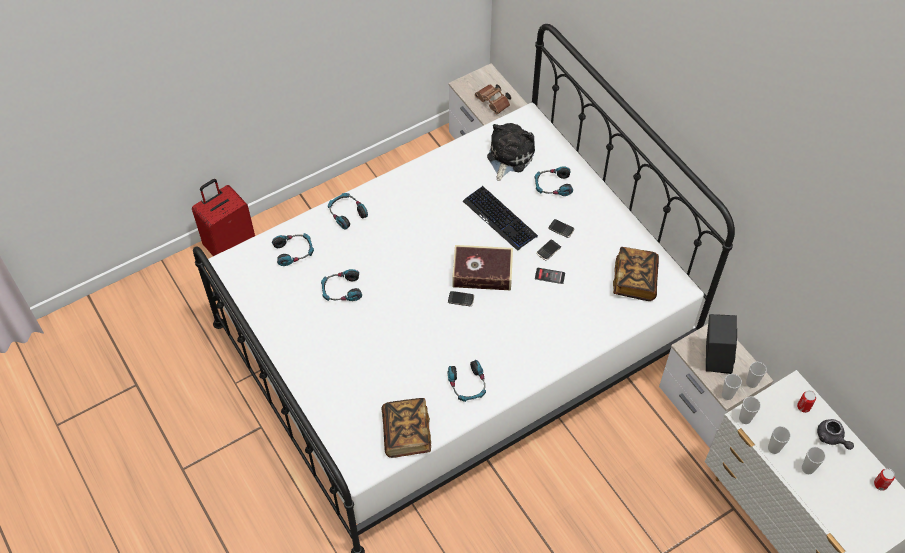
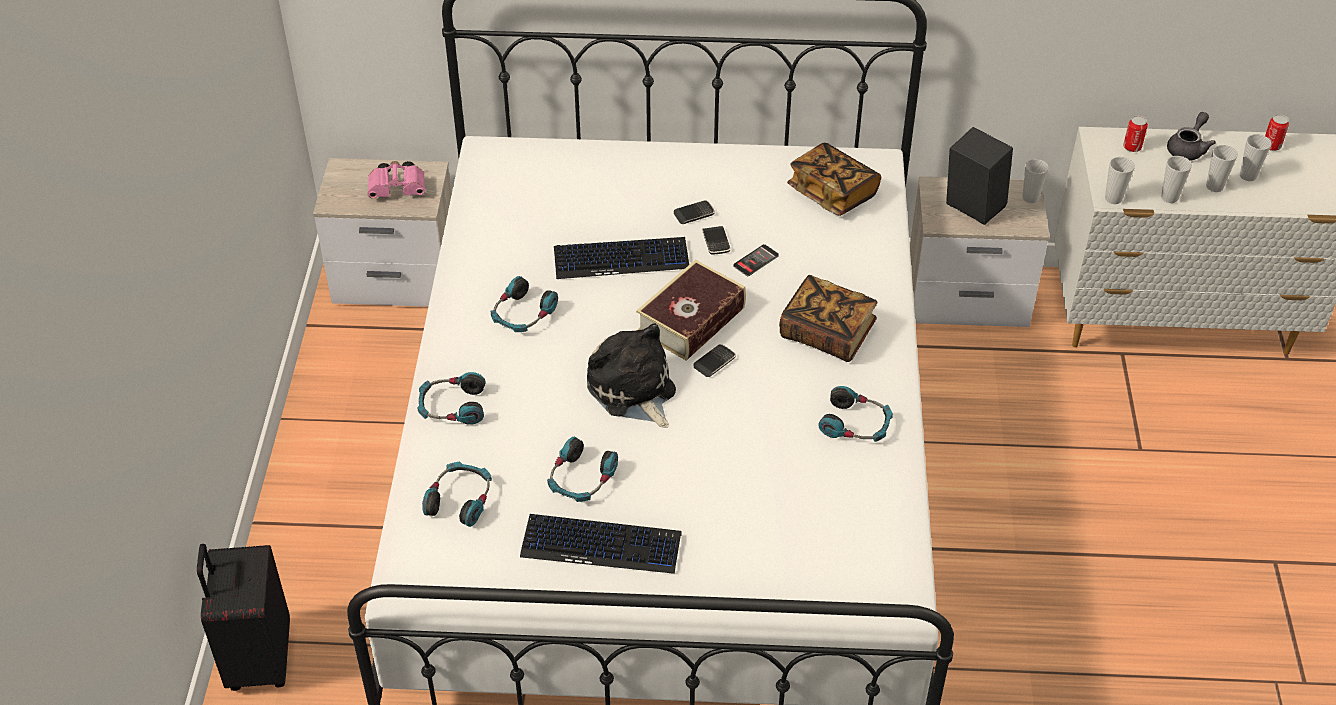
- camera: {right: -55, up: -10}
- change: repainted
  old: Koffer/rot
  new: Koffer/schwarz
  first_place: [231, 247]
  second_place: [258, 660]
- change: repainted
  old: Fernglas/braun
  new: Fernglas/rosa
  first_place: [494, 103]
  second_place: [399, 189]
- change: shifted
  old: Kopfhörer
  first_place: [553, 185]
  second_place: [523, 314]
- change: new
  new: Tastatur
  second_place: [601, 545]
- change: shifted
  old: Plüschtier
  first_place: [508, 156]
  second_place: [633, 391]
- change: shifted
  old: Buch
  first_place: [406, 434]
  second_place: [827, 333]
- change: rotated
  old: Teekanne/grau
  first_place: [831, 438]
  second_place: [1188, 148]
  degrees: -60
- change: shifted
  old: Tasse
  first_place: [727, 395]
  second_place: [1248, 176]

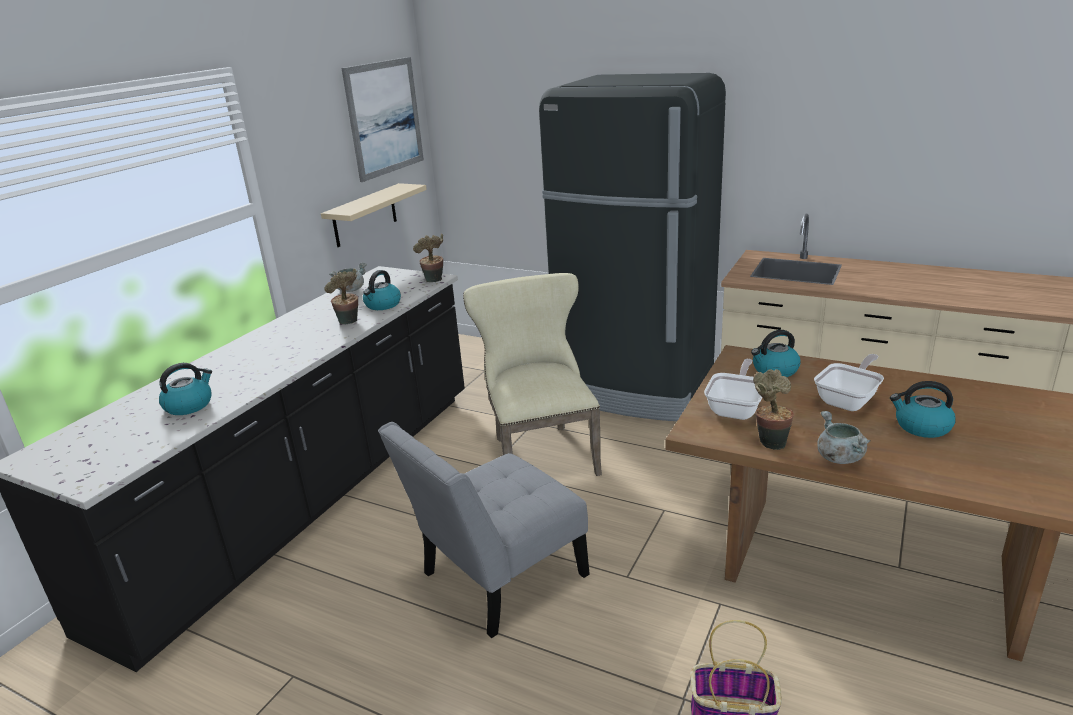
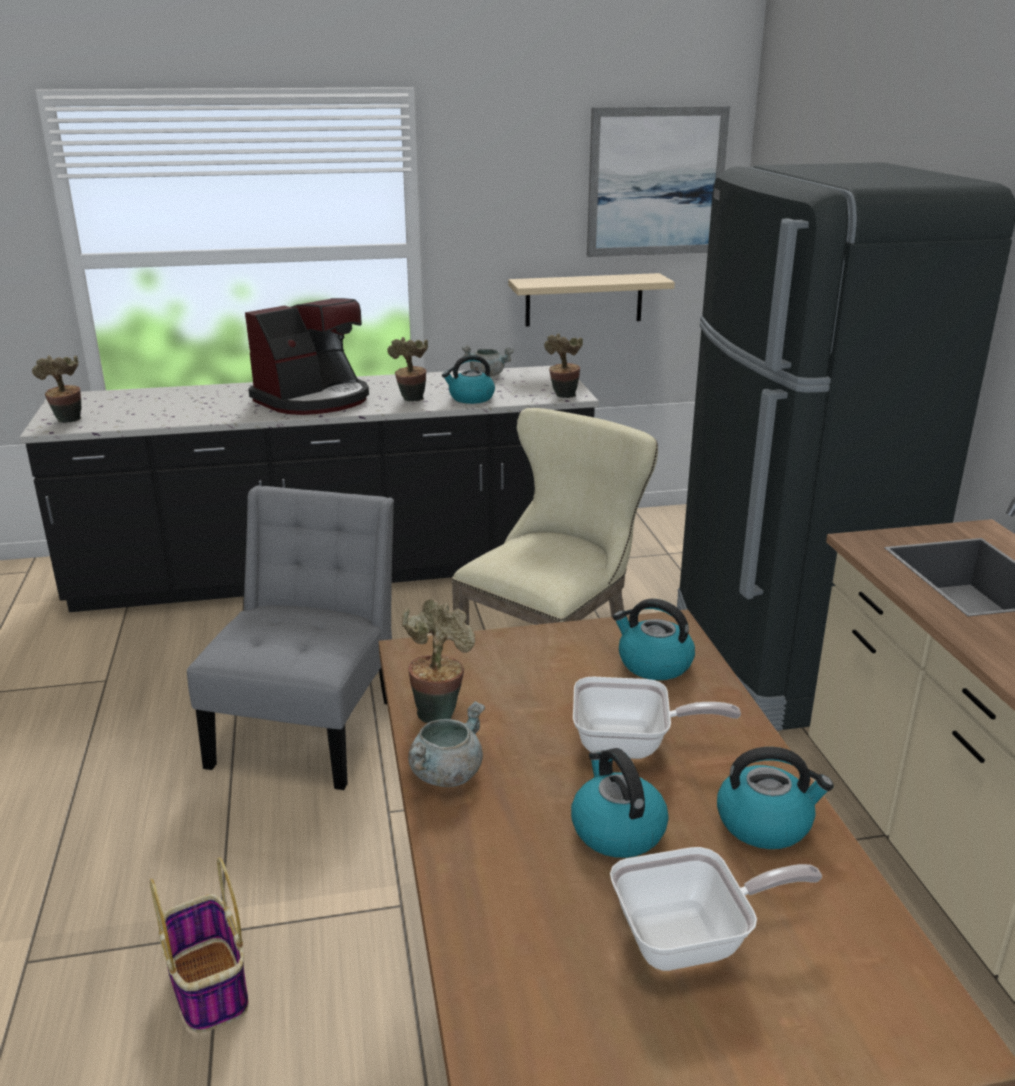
- camera: {right: 50, up: 0}
- change: new
  new: Topfpflanze
  second_place: [68, 422]
- change: rotated
  old: Stuhl/grau
  first_place: [497, 579]
  second_place: [310, 726]
  degrees: 90
- change: new
  new: Kaffeemaschine
  second_place: [314, 399]
- change: shifted
  old: Pfanne
  first_place: [736, 408]
  second_place: [693, 939]
- change: shifted
  old: Wasserkessel
  first_place: [189, 405]
  second_place: [765, 823]

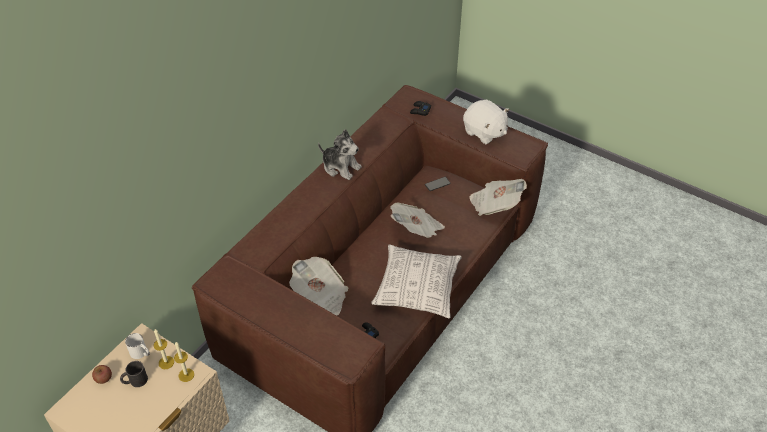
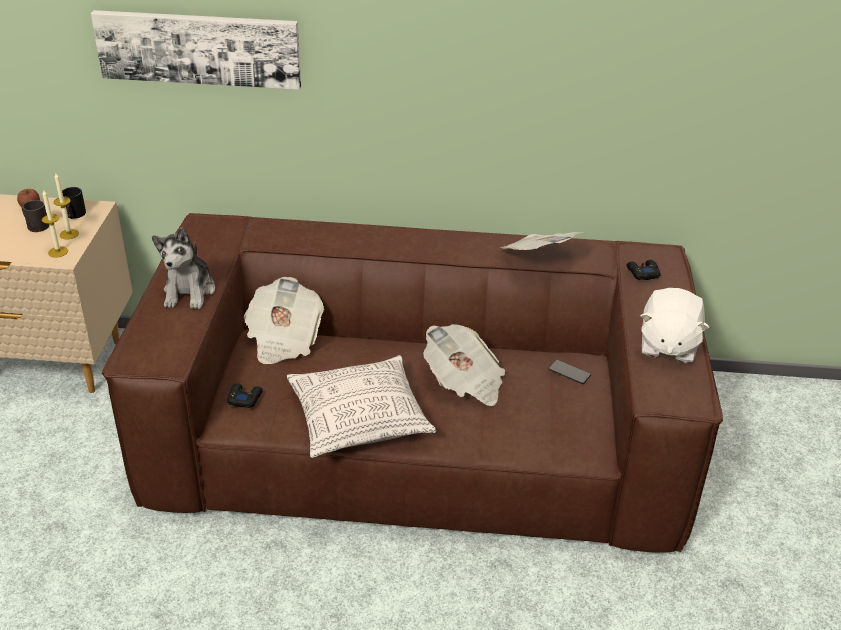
- camera: {right: 60, up: -10}
- change: repainted
  old: Henkelbecher/weiß
  new: Henkelbecher/schwarz
  first_place: [141, 353]
  second_place: [74, 215]
- change: new
  new: Bild
  second_place: [199, 48]
- change: shifted
  old: Plüschtier
  first_place: [340, 167]
  second_place: [189, 292]
- change: shifted
  old: Zeitung
  first_place: [495, 204]
  second_place: [538, 258]

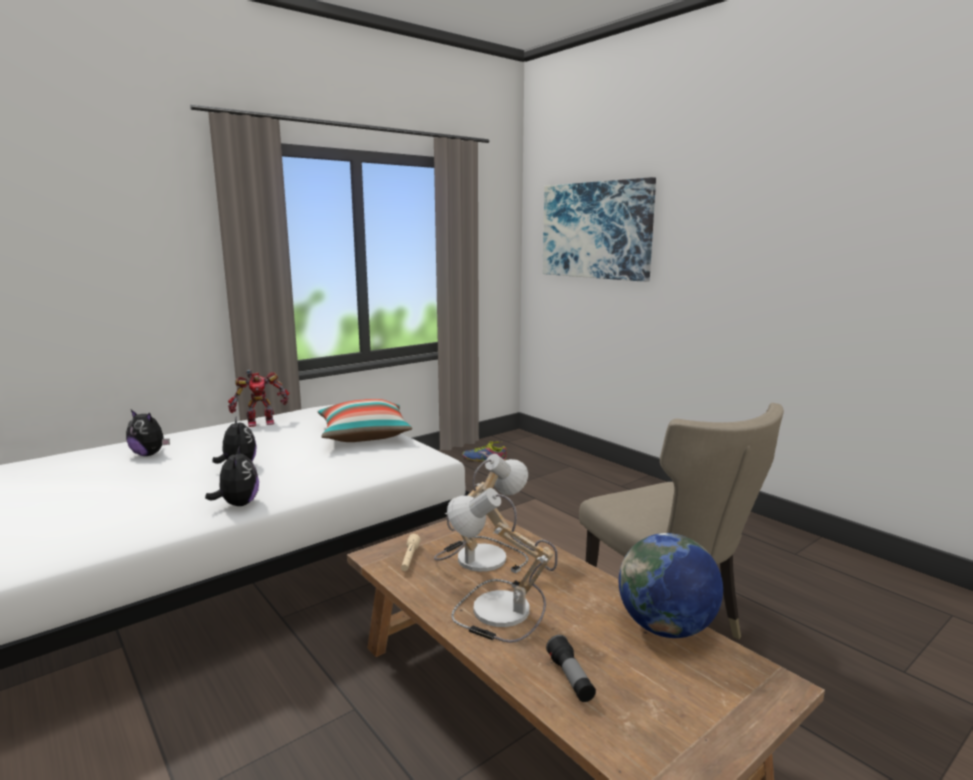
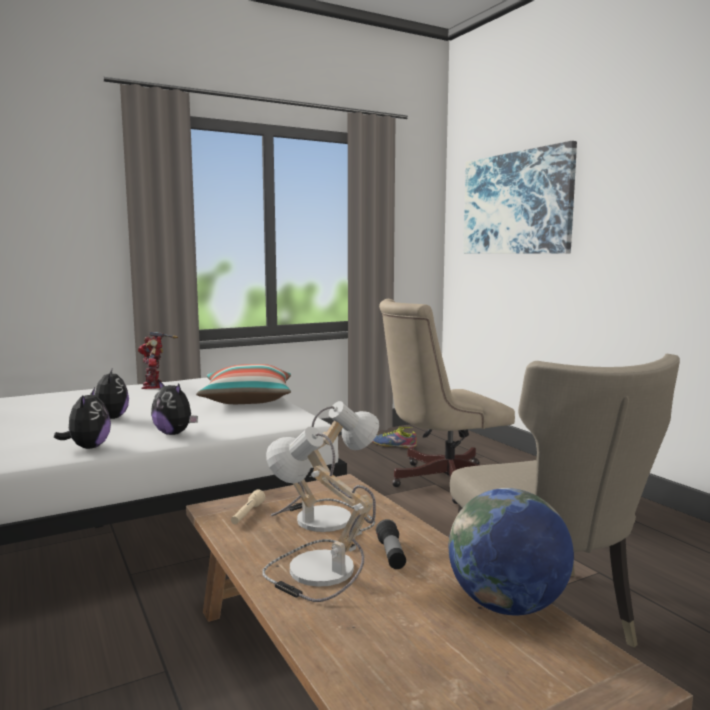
- camera: {right: 10, up: -5}
- change: rotated
  old: Spielzeugroboter
  first_place: [260, 422]
  second_place: [154, 386]
  degrees: 90
- change: shifted
  old: Plüschtier
  first_place: [149, 454]
  second_place: [174, 433]
- change: shifted
  old: Taschenlampe
  first_place: [570, 678]
  second_place: [391, 554]
- change: new
  new: Bürostuhl/beige
  second_place: [440, 481]

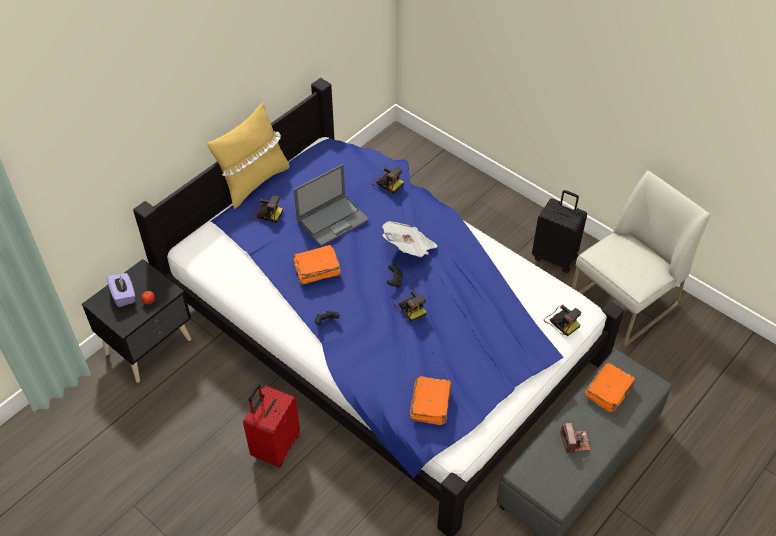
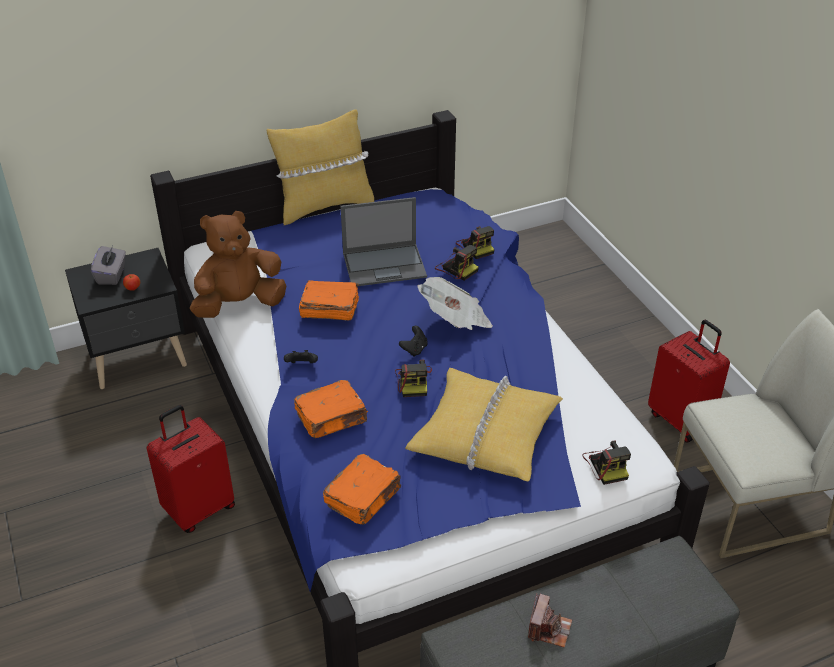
- camera: {right: 25, up: -10}
- change: repainted
  old: Taschentuchbox/lila
  new: Taschentuchbox/grau
  first_place: [124, 295]
  second_place: [112, 275]
- change: new
  new: Plüschtier/braun
  second_place: [239, 304]
- change: shifted
  old: Buch/orange
  first_place: [609, 392]
  second_place: [332, 418]
- change: new
  new: Kissen/gelb
  second_place: [485, 434]
- change: shifted
  old: Kamera
  first_place: [266, 213]
  second_place: [456, 268]
- change: repainted
  old: Koffer/schwarz
  new: Koffer/rot
  first_place: [555, 257]
  second_place: [681, 420]

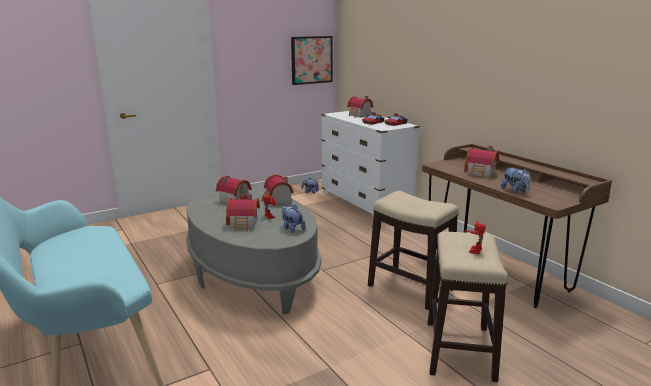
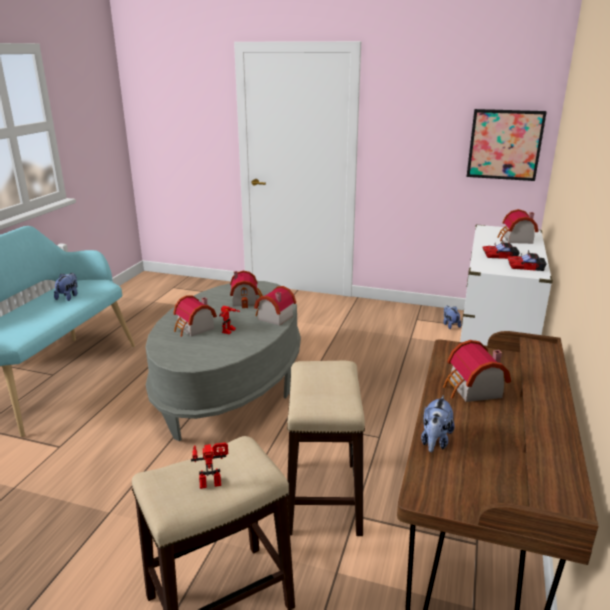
- camera: {right: 50, up: 5}
- change: shifted
  old: Plüschtier
  first_place: [292, 228]
  second_place: [68, 297]

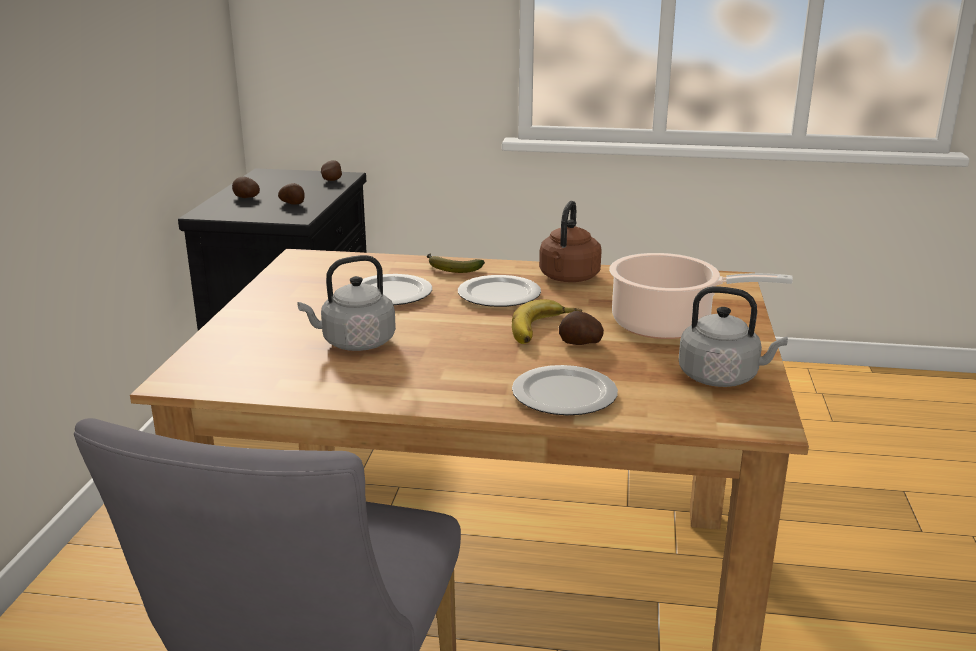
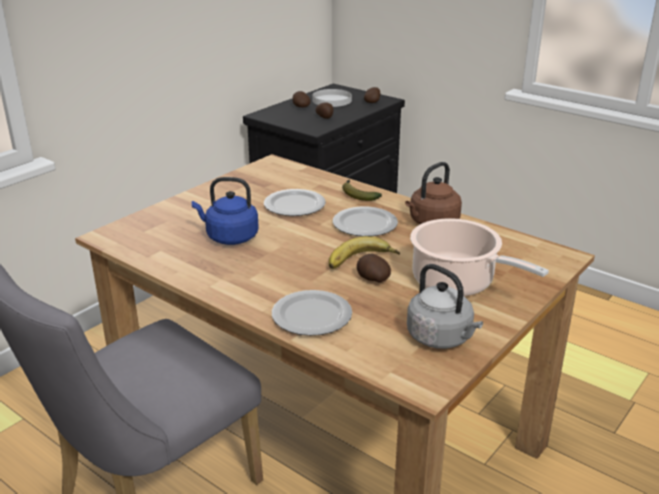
- camera: {right: 30, up: 5}
- change: repainted
  old: Wasserkessel/grau
  new: Wasserkessel/blau
  first_place: [354, 343]
  second_place: [229, 237]
- change: new
  new: Teller/weiß
  second_place: [331, 100]

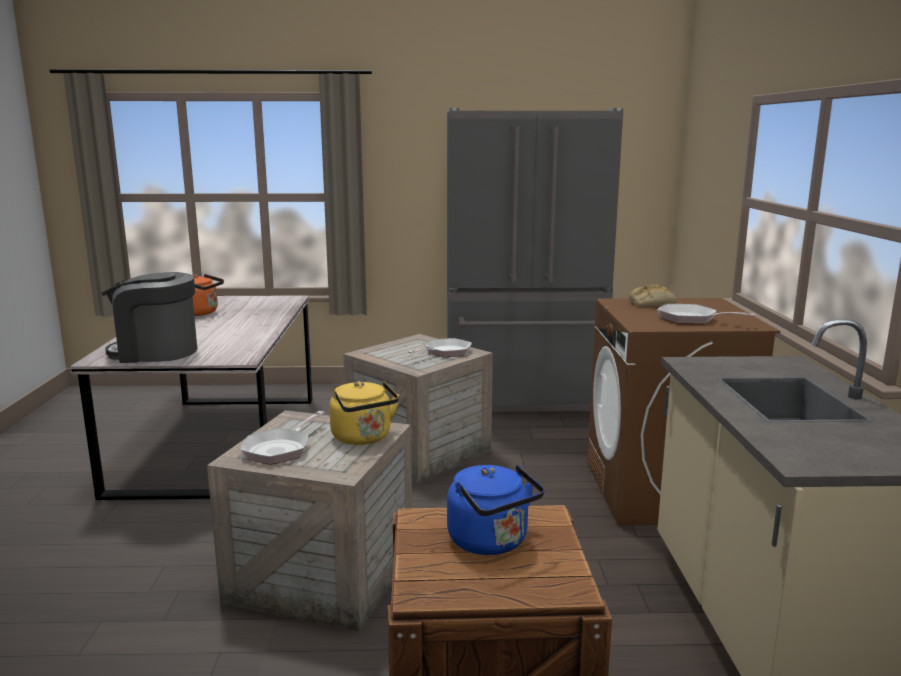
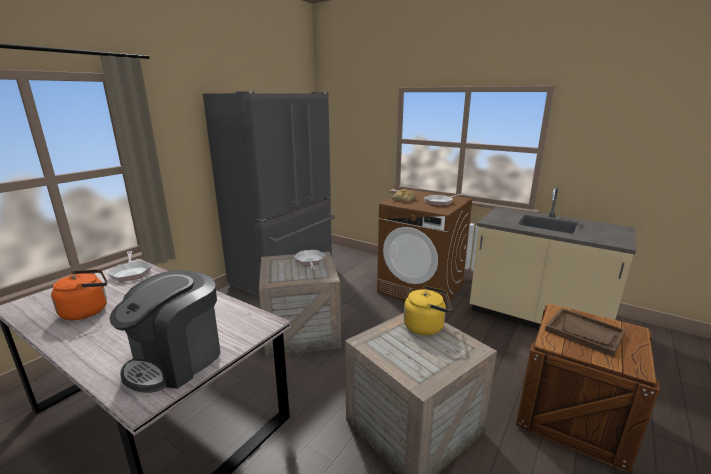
- camera: {right: -55, up: 5}
- change: shifted
  old: Pfanne
  first_place: [280, 449]
  second_place: [131, 273]
- change: swapped
  old: Wasserkessel/blau
  new: Tablett/braun
  first_place: [491, 542]
  second_place: [584, 332]

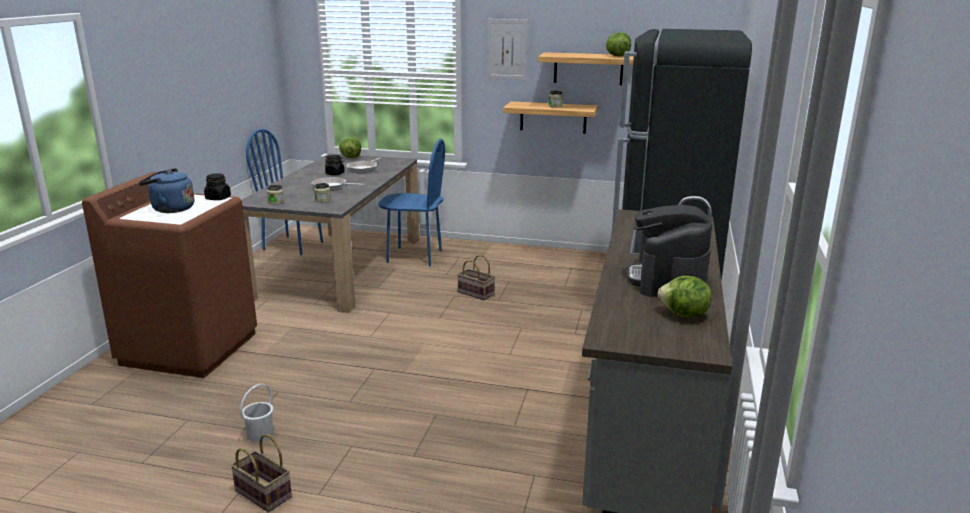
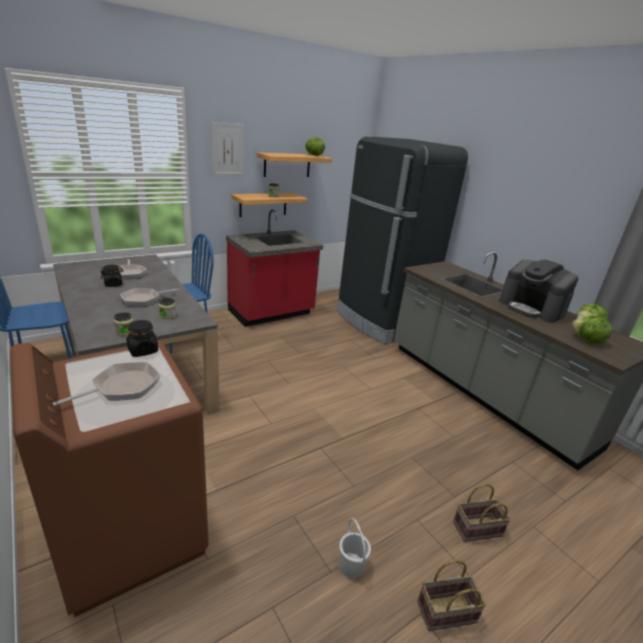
- camera: {right: -50, up: 5}
- change: swapped
  old: Wasserkessel/blau
  new: Pfanne
  first_place: [170, 209]
  second_place: [122, 387]
- change: new
  new: Küchenzeile/rot
  second_place: [271, 313]
- change: shifted
  old: Korb
  first_place: [474, 293]
  second_place: [476, 530]
- change: shifted
  old: Salatkopf
  first_place: [351, 157]
  second_place: [587, 341]

